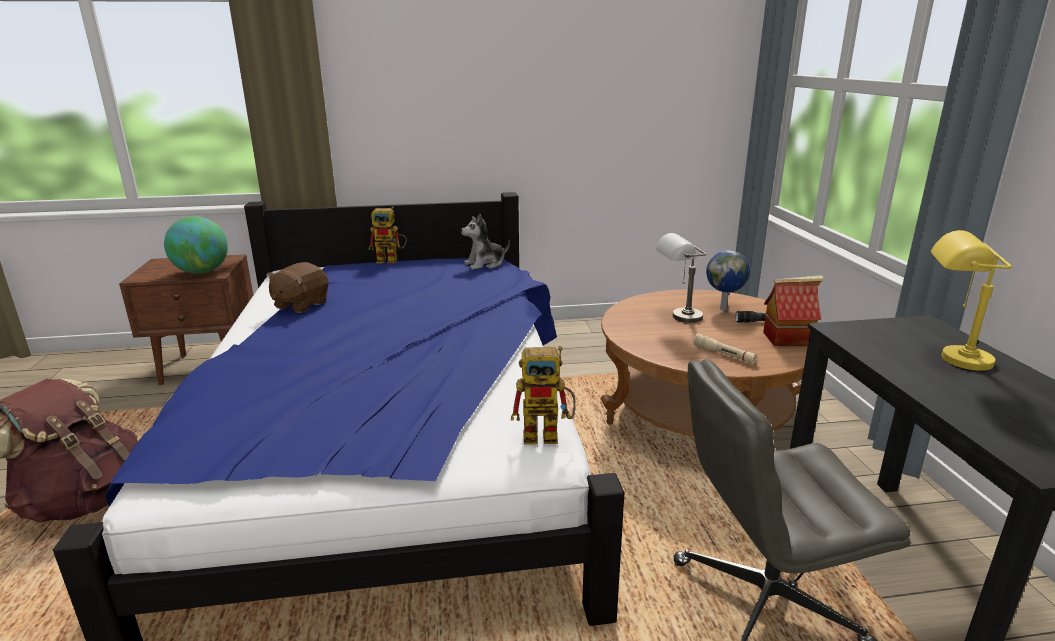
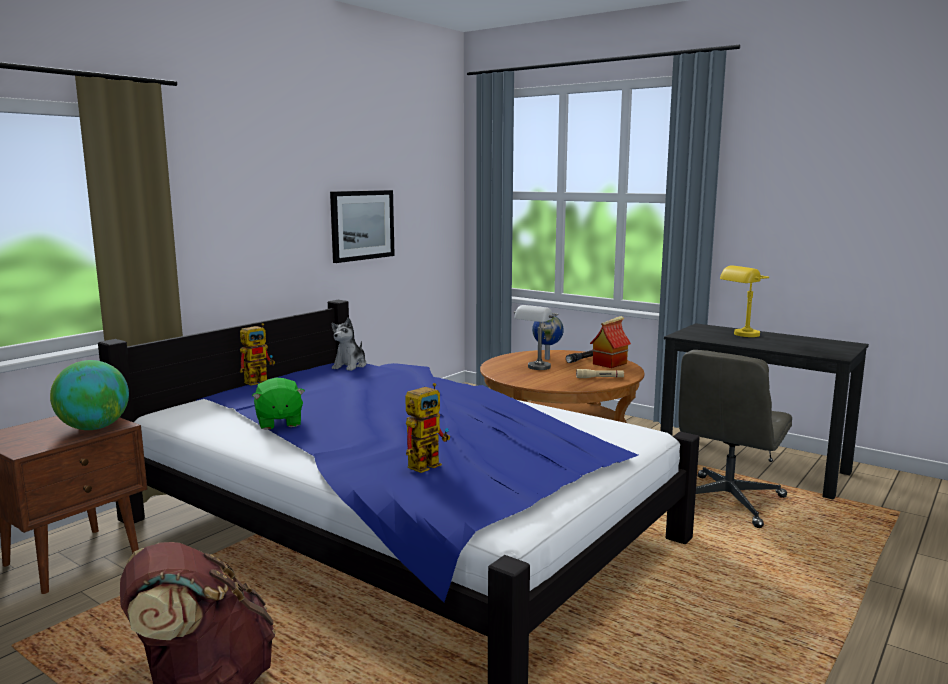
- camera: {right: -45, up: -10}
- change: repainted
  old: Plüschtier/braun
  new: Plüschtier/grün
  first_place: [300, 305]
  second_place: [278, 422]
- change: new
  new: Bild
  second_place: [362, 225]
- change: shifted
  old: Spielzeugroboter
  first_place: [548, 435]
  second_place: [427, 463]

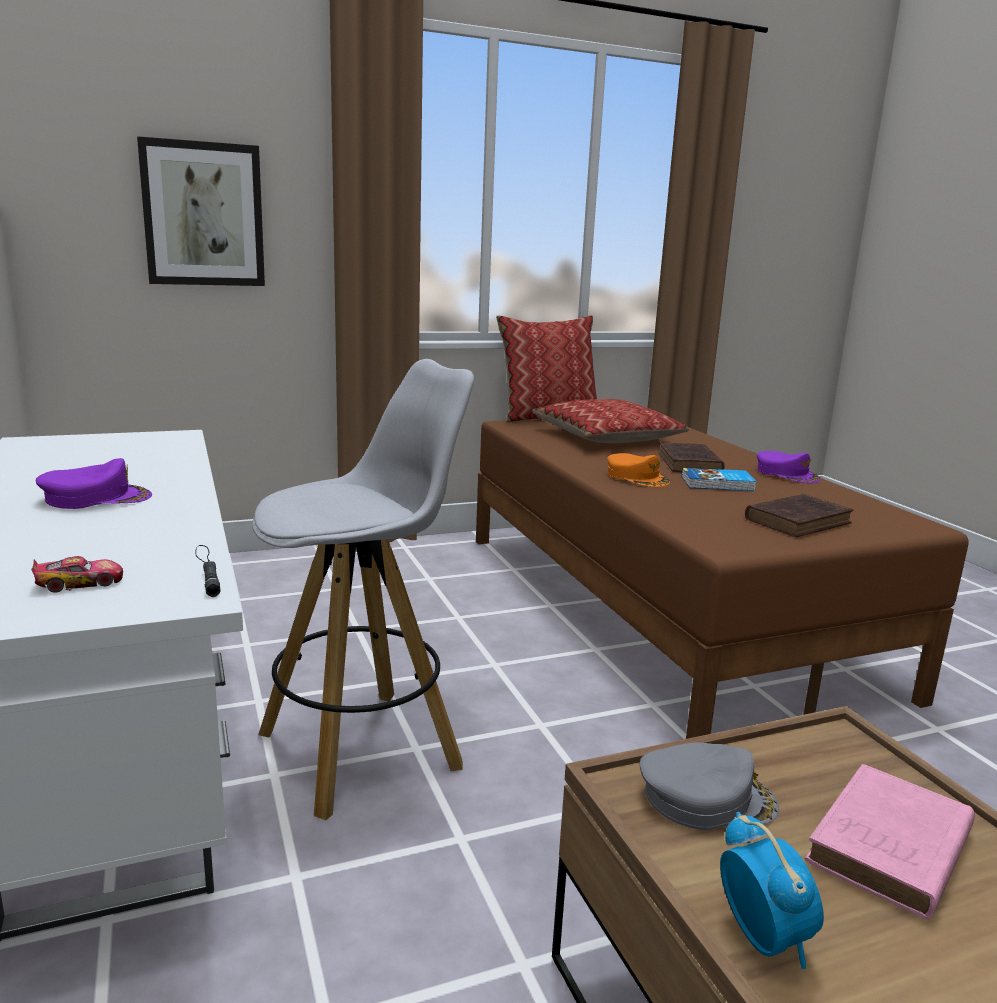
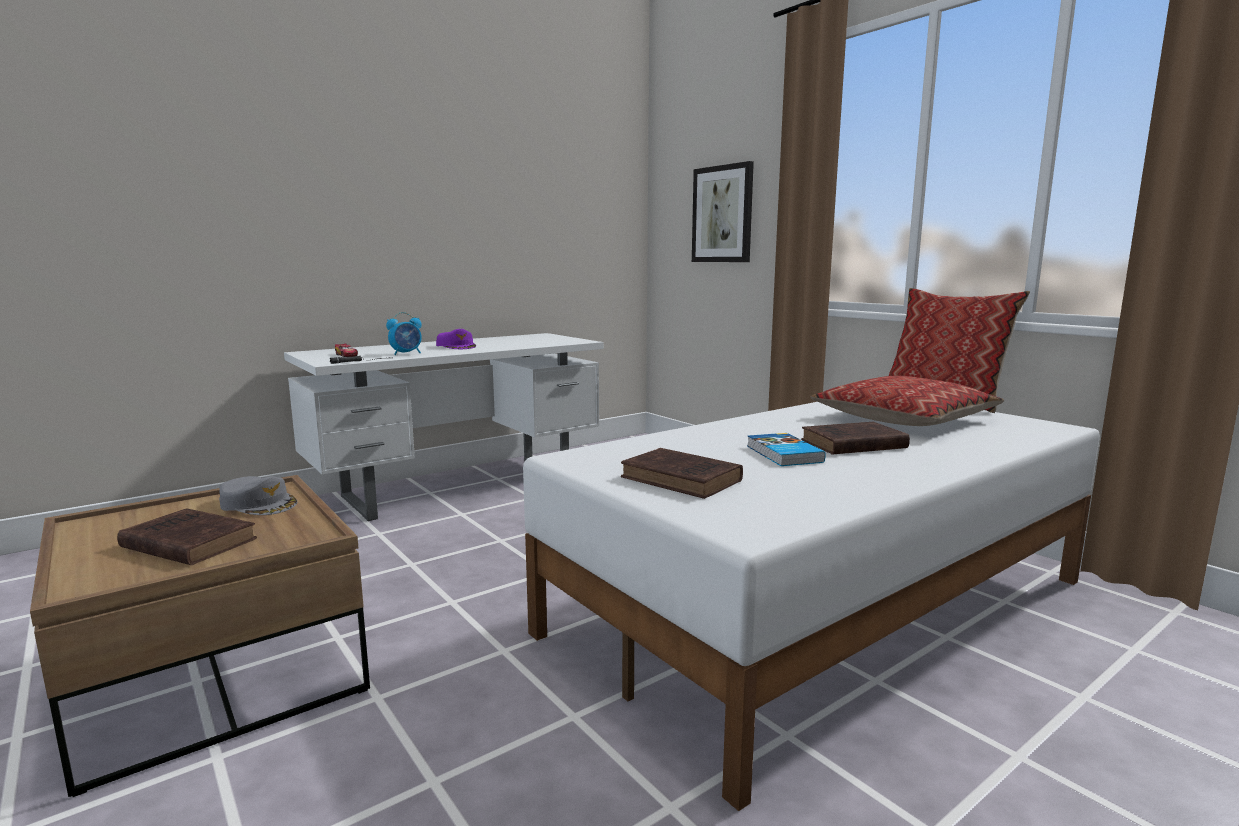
- camera: {right: 75, up: -5}
- change: repainted
  old: Buch/rosa
  new: Buch/braun
  first_place: [888, 849]
  second_place: [187, 543]
- change: rotated
  old: Kappe/grau
  first_place: [706, 797]
  second_place: [259, 504]
  degrees: -45
- change: shifted
  old: Wecker
  first_place: [762, 937]
  second_place: [406, 353]
- change: repainted
  old: Bett/braun
  new: Bett/weiß
  first_place: [661, 607]
  second_place: [826, 606]
- change: gone
  old: Hocker/weiß
  first_place: [363, 749]
- change: gone
  old: Kappe/orange
  first_place: [637, 477]
- change: gone
  old: Kappe/lila
  first_place: [786, 474]

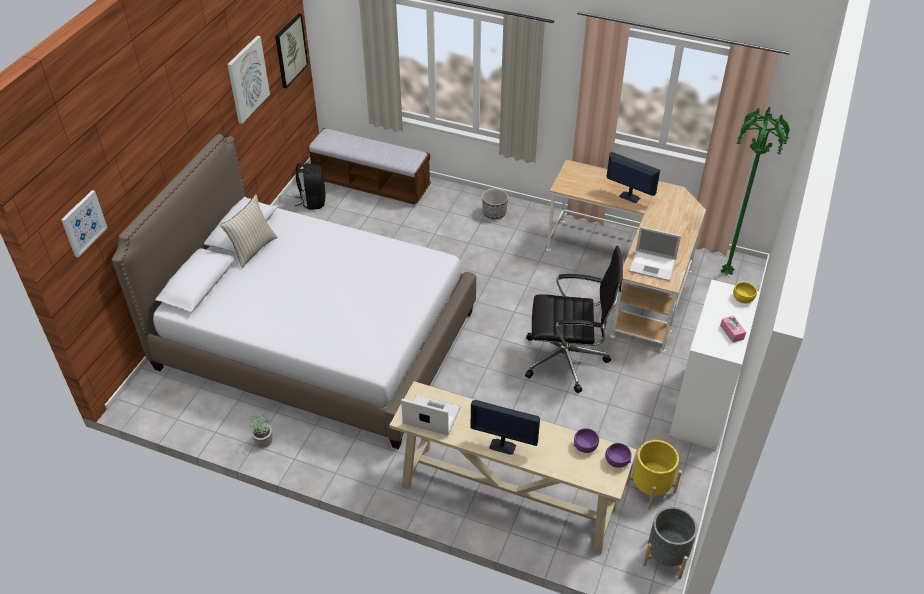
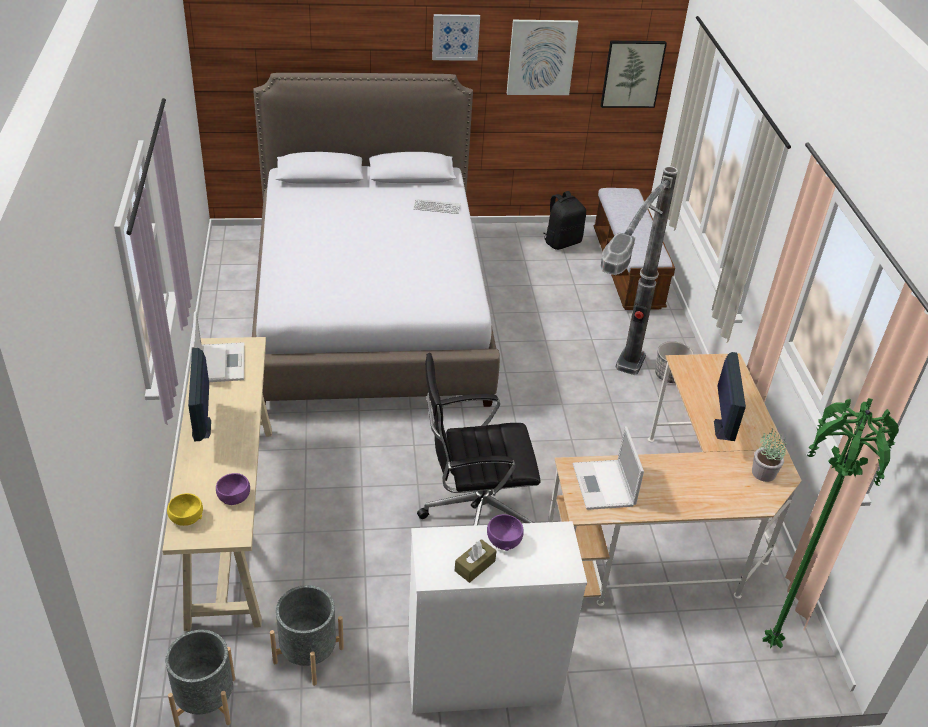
- camera: {right: 60, up: -5}
- change: shifted
  old: Schüssel/gelb
  first_place: [743, 298]
  second_place: [186, 518]
- change: repainted
  old: Pflanzkübel/gelb
  new: Pflanzkübel/grau
  first_place: [650, 488]
  second_place: [308, 655]
- change: new
  new: Tastatur
  second_place: [437, 207]
- change: rotated
  old: Bürostuhl/schwarz
  first_place: [567, 359]
  second_place: [475, 512]
  degrees: 105
- change: shifted
  old: Bild
  first_place: [83, 223]
  second_place: [455, 37]
- change: repainted
  old: Taschentuchbox/rosa
  new: Taschentuchbox/braun
  first_place: [732, 332]
  second_place: [475, 566]
- change: shifted
  old: Schüssel/lila
  first_place: [617, 461]
  second_place: [503, 540]
- change: new
  new: Stehlampe
  second_place: [605, 414]
- change: shifted
  old: Topfpflanze
  first_place: [263, 441]
  second_place: [763, 472]
- change: gone
  old: Kissen/beige
  first_place: [252, 249]

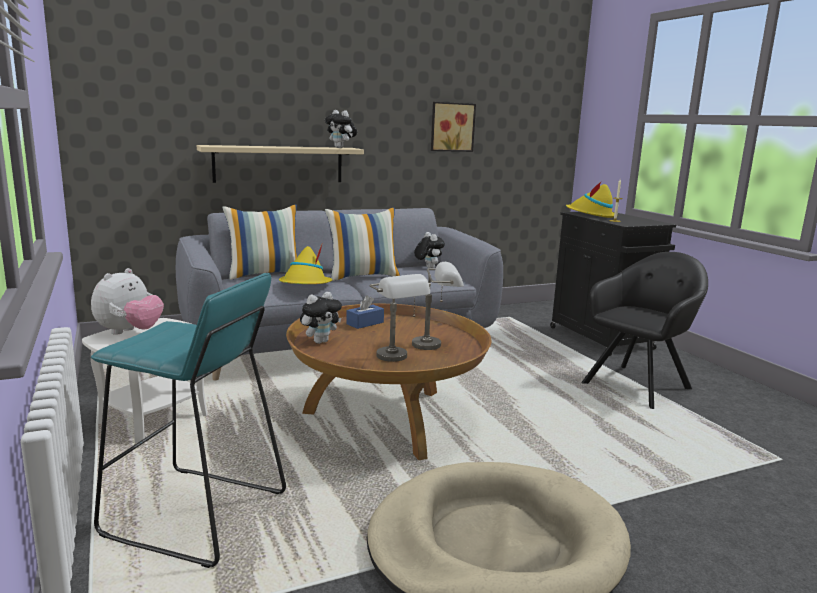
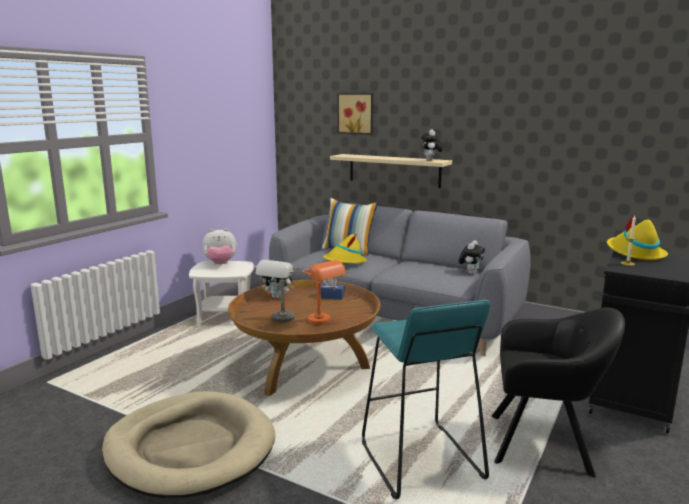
- camera: {right: 55, up: 0}
- change: repainted
  old: Tischlampe/grau
  new: Tischlampe/orange
  first_place: [436, 344]
  second_place: [324, 322]
- change: shifted
  old: Bild
  first_place: [451, 127]
  second_place: [356, 113]
- change: shifted
  old: Hocker/türkis
  first_place: [195, 515]
  second_place: [420, 461]
- change: gone
  old: Kissen
  first_place: [363, 276]

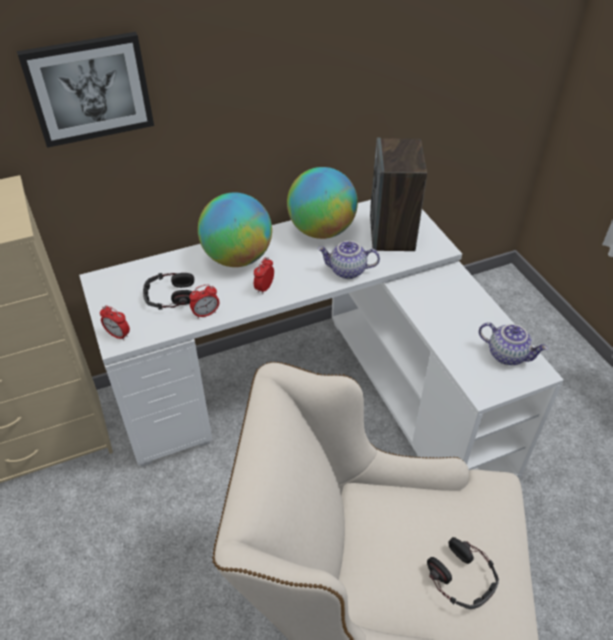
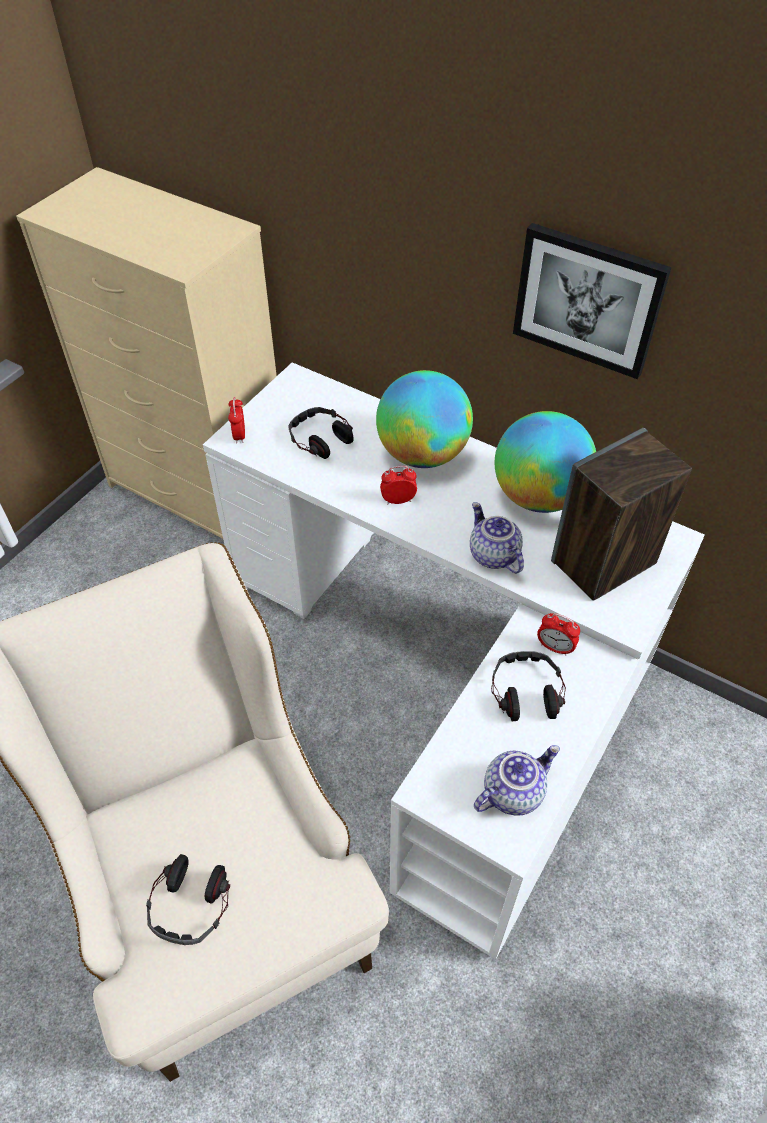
- camera: {right: 55, up: 5}
- change: rotated
  old: Teekanne
  first_place: [508, 354]
  second_place: [512, 791]
  degrees: -120
- change: new
  new: Kopfhörer
  second_place: [526, 691]
- change: shifted
  old: Bild
  first_place: [89, 89]
  second_place: [588, 300]
- change: shifted
  old: Wecker
  first_place: [206, 313]
  second_place: [555, 647]

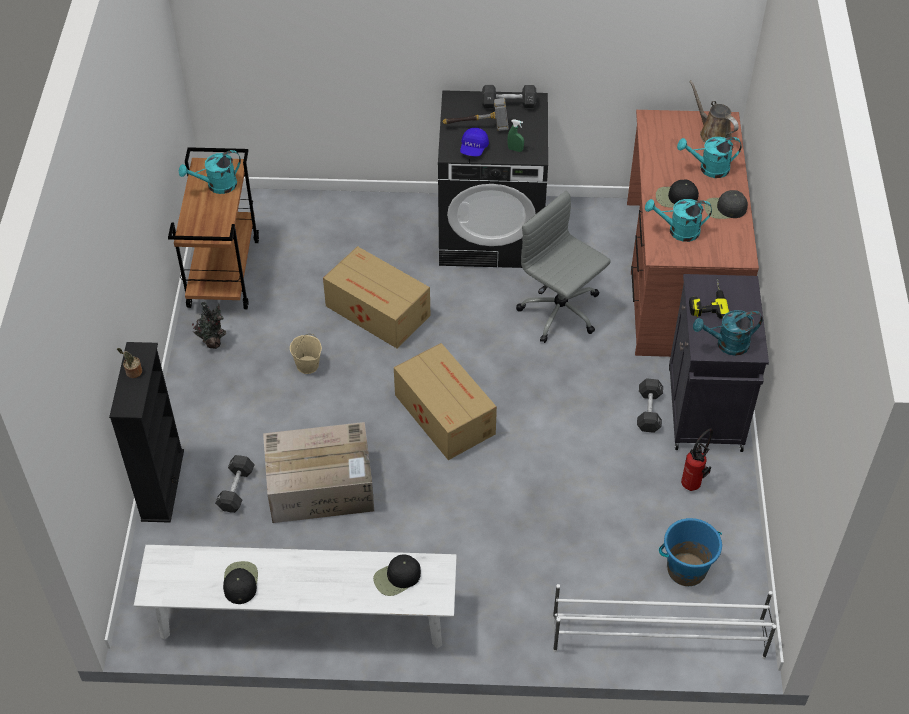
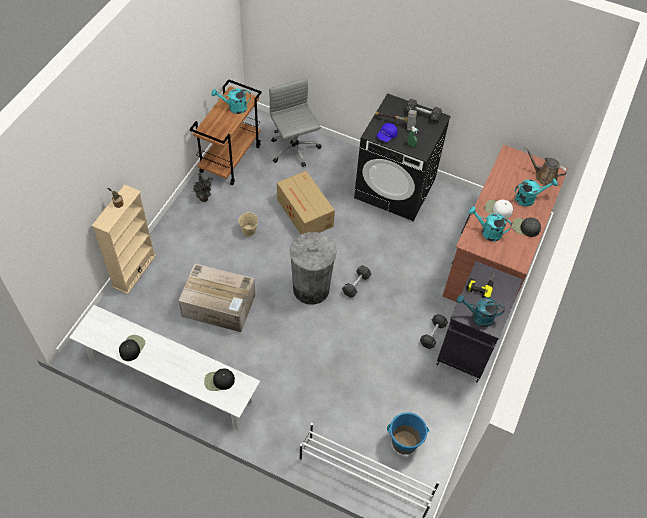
- camera: {right: 20, up: 5}
- change: repainted
  old: Bücherregal/schwarz
  new: Bücherregal/beige
  first_place: [162, 485]
  second_place: [134, 271]
- change: shifted
  old: Bürostuhl/grau
  first_place: [561, 312]
  second_place: [294, 150]
- change: swapped
  old: Karton
  new: Mülleimer/grau
  first_place: [444, 413]
  second_place: [311, 288]
- change: shifted
  old: Hantel/schwarz
  first_place: [236, 489]
  second_place: [356, 284]
- change: repainted
  old: Kappe/schwarz
  new: Kappe/weiß
  first_place: [676, 197]
  second_place: [497, 209]
- change: rotated
  old: Gießkanne/türkis
  first_place: [708, 168]
  second_place: [529, 198]
  degrees: 150
- change: rotated
  old: Gießkanne/braun
  first_place: [712, 134]
  second_place: [543, 176]
  degrees: -45
- change: gone
  old: Feuerlöscher
  first_place: [693, 483]

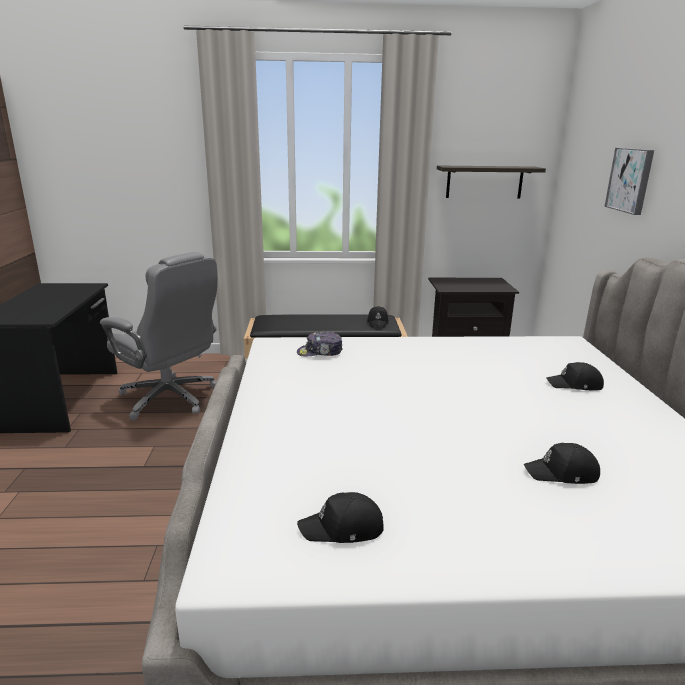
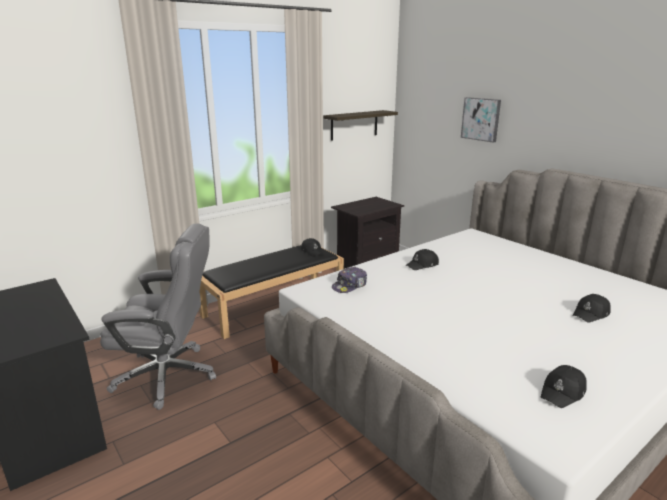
- camera: {right: -35, up: 0}
- change: shifted
  old: Kappe/schwarz
  first_place: [575, 385]
  second_place: [422, 265]

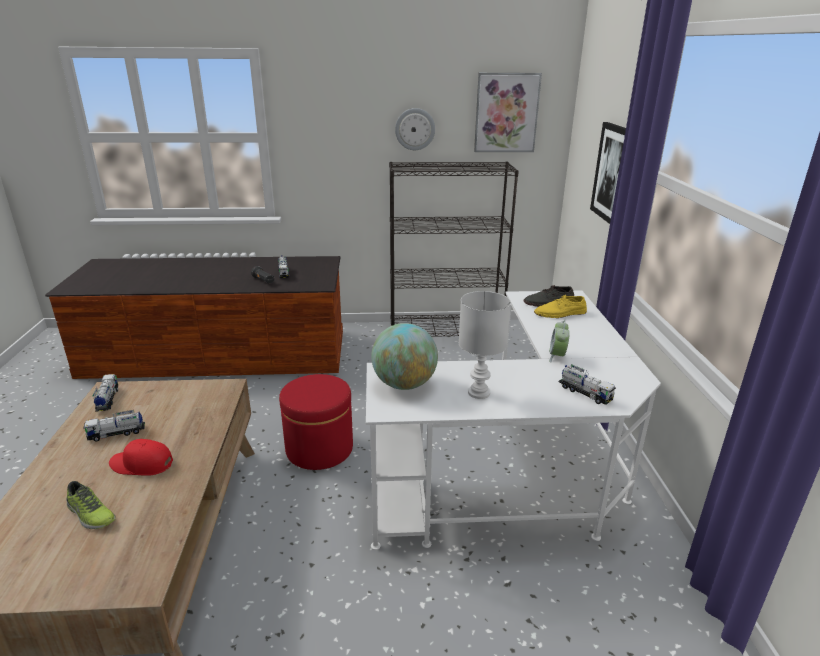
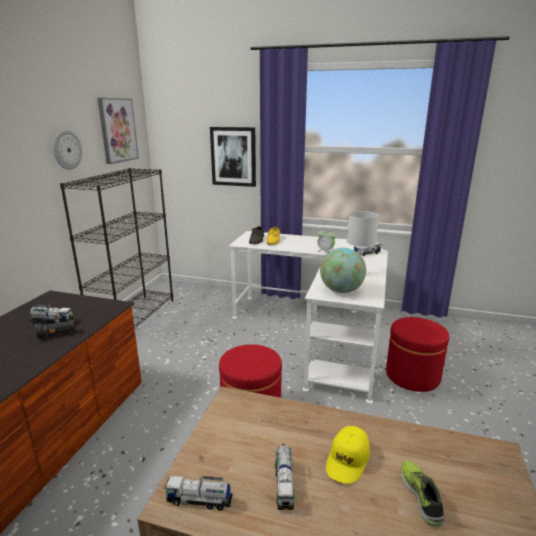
- camera: {right: -70, up: -5}
- change: repainted
  old: Kappe/rot
  new: Kappe/gelb
  first_place: [142, 464]
  second_place: [347, 460]
- change: new
  new: Polsterhocker/rot
  second_place: [412, 376]
- change: rotated
  old: Schuh
  first_place: [90, 514]
  second_place: [421, 495]
  degrees: -60

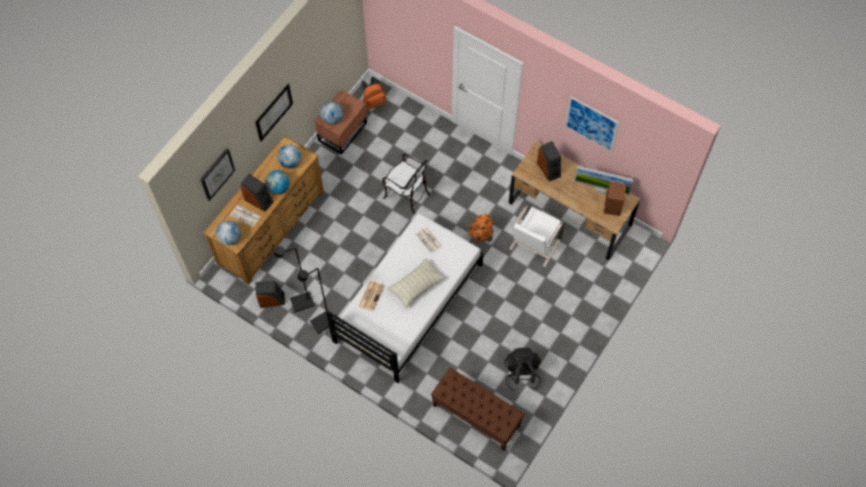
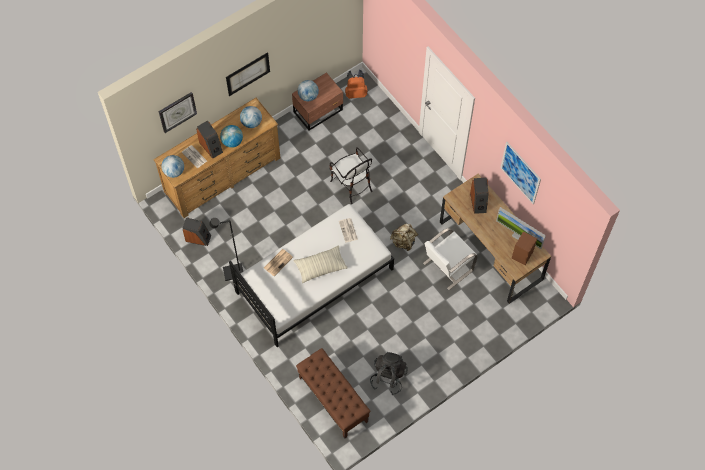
- camera: {right: 20, up: 0}
- change: repainted
  old: Rucksack/orange
  new: Rucksack/beige
  first_place: [481, 234]
  second_place: [403, 241]
- change: gone
  old: Stehlampe/schwarz
  first_place: [302, 303]

